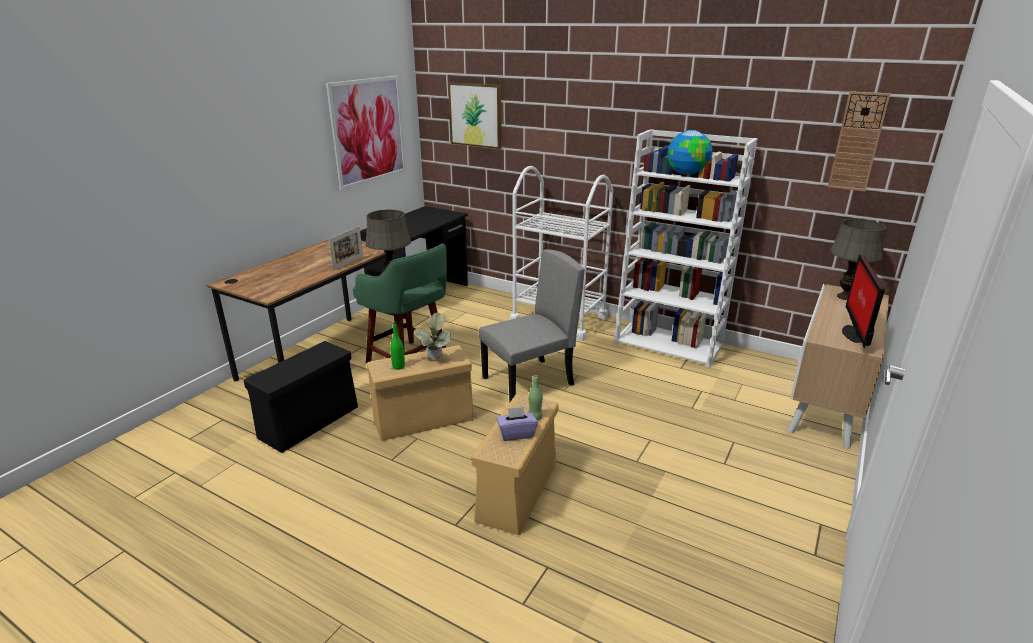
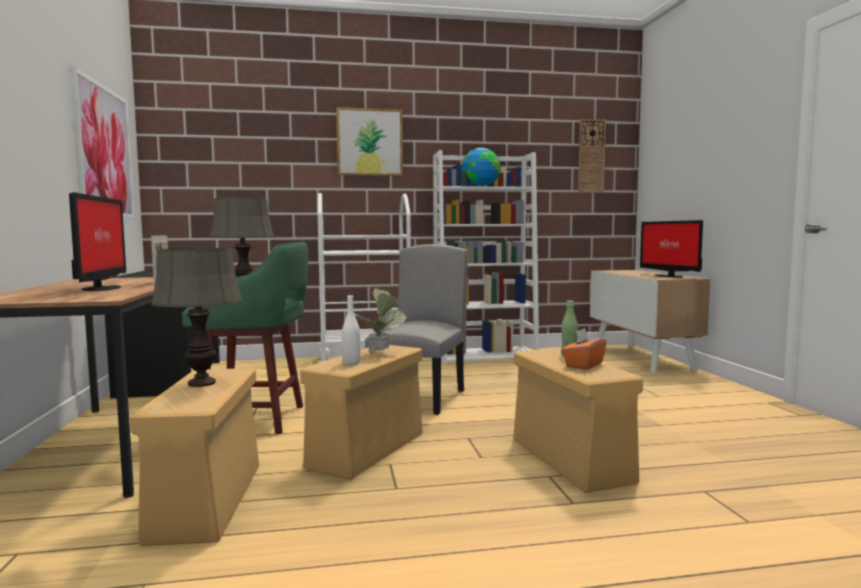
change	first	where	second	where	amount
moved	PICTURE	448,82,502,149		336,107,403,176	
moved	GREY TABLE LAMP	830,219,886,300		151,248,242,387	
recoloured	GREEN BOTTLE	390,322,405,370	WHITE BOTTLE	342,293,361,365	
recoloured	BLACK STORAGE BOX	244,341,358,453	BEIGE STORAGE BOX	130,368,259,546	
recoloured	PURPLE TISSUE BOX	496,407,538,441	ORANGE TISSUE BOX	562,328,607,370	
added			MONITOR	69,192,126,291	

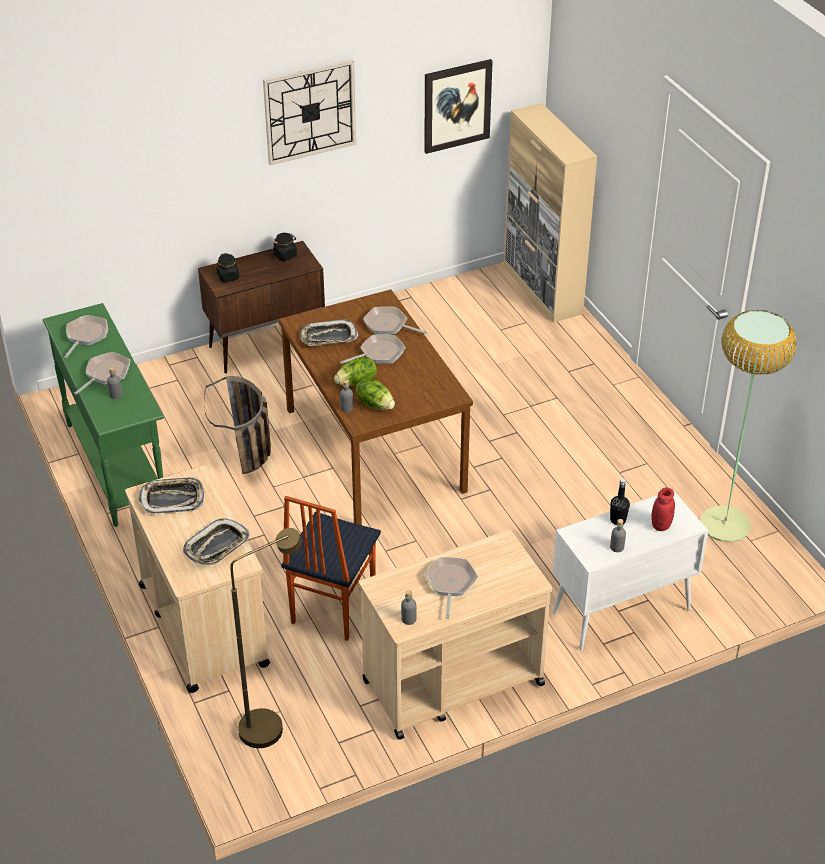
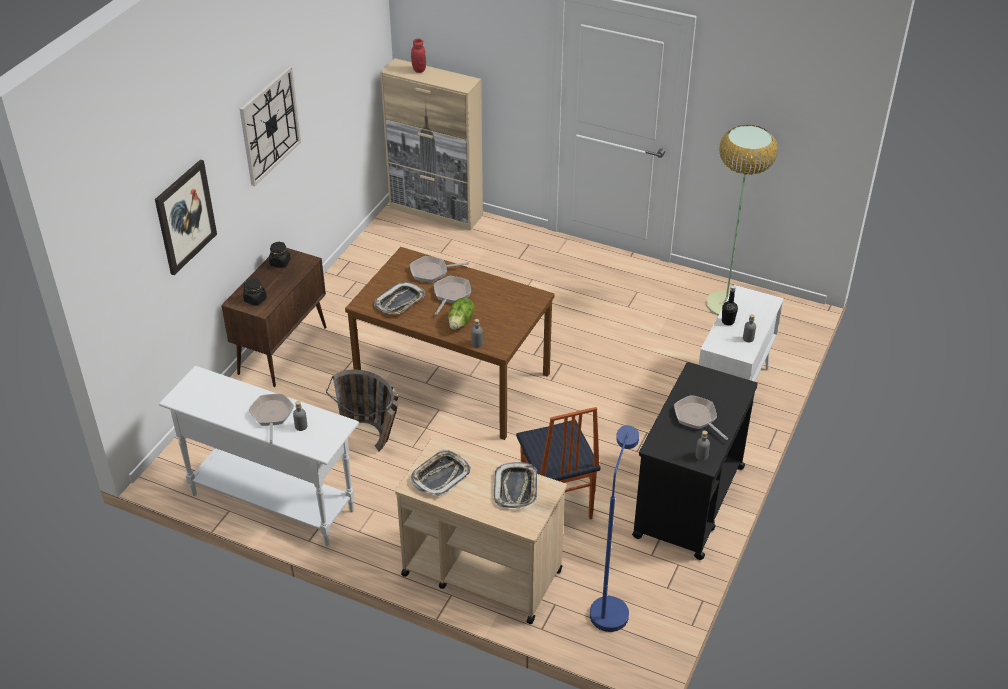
change	first	where	second	where	amount
moved	PICTURE	424,59,493,154		155,159,217,275	
recoloured	GREEN CONSOLE TABLE	43,303,164,527	WHITE CONSOLE TABLE	159,366,359,546	
removed	FRYING PAN	64,315,108,358			
removed	LETTUCE	355,378,395,410			
moved	RED JAR	651,487,675,531		411,39,426,73	
recoloured	BROWN FLOOR LAMP	230,528,302,748	BLUE FLOOR LAMP	590,425,639,632	
recoloured	BEIGE CART	359,530,552,740	BLACK CART	632,362,758,560	

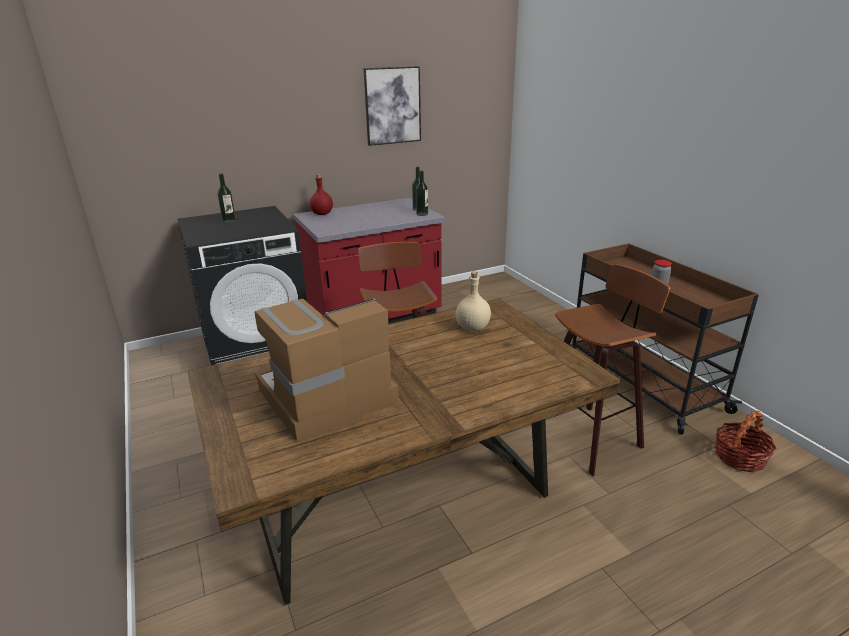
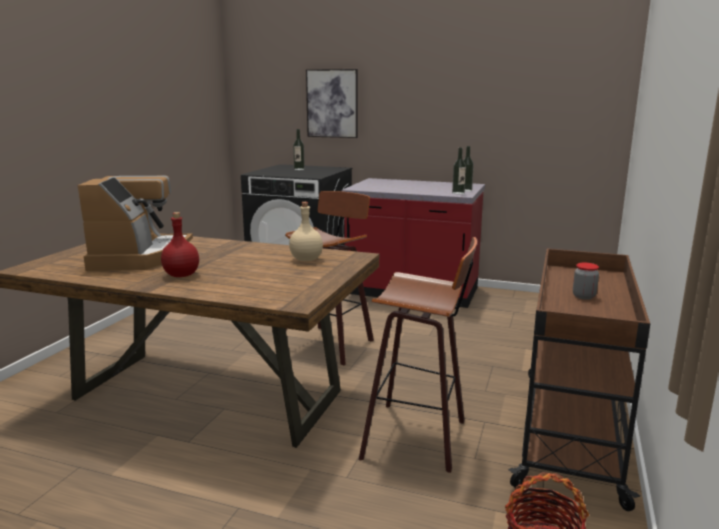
change	first	where	second	where	amount
moved	PICTURE	363,66,421,146		306,69,358,138	
moved	RED BOTTLE	310,174,333,215		161,212,199,277	
turned	COFFEE MACHINE	255,298,399,441		78,176,193,271	75 degrees clockwise

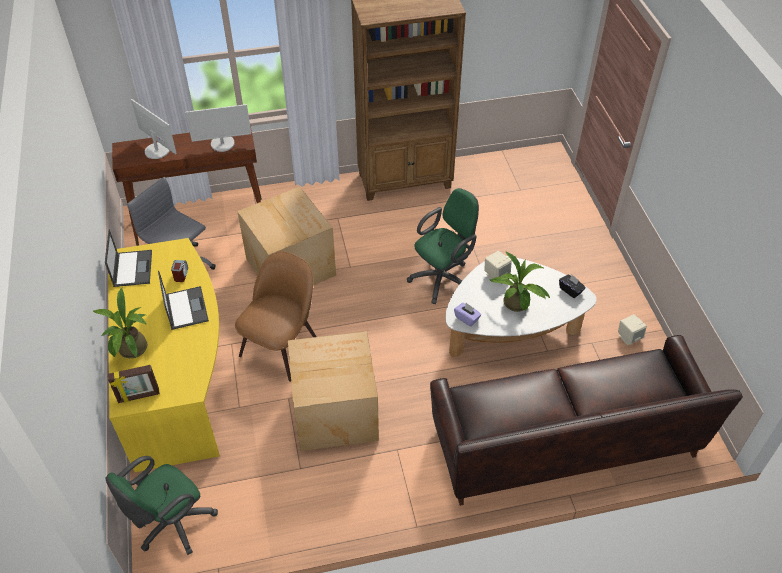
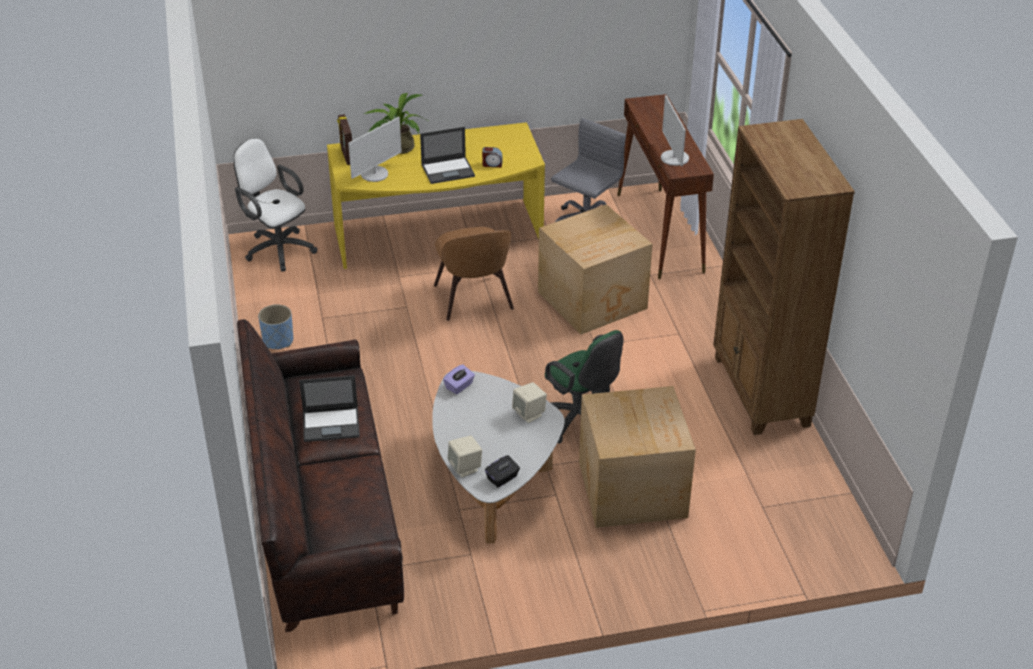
change	first	where	second	where	amount
moved	MONITOR	131,99,177,159		348,117,402,182	
moved	LAPTOP	105,229,152,287		299,375,360,442	
turned	BROWN CHAIR	235,251,317,382		434,227,514,320	45 degrees clockwise
removed	POTTED PLANT	490,251,550,312			
moved	BEIGE SPEAKER	618,314,647,345		448,436,482,478	
moved	CARDBOARD BOX	288,331,379,451		579,386,696,528	
recoloured	GREEN OFFICE CHAIR	105,456,218,555	WHITE OFFICE CHAIR	234,138,317,272	
added			BLUE PLANTER	258,304,293,349	

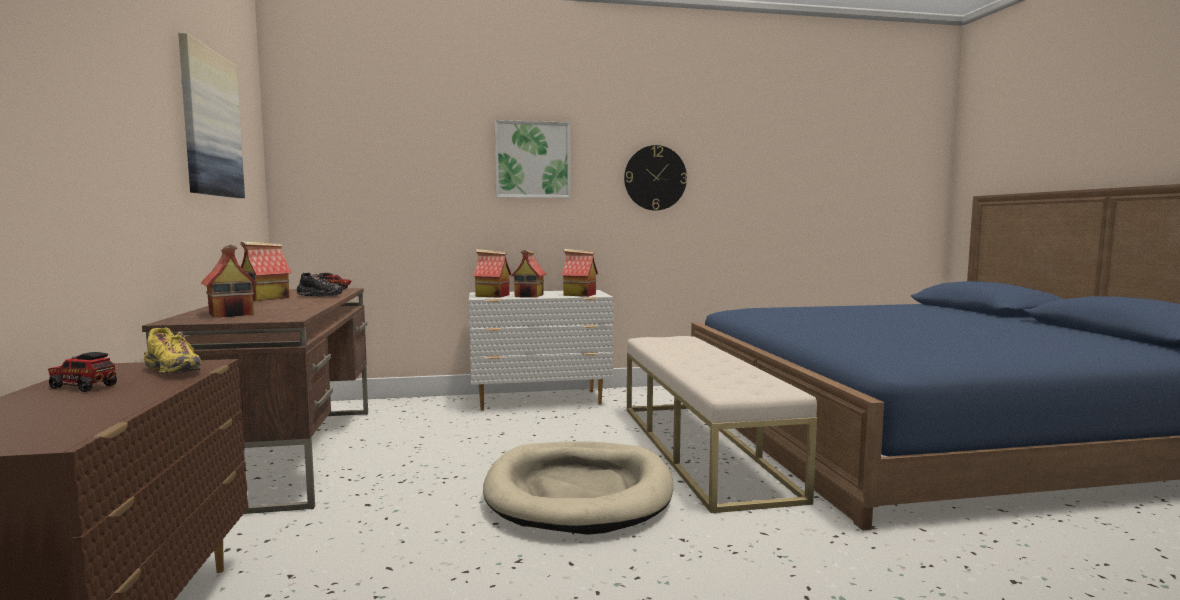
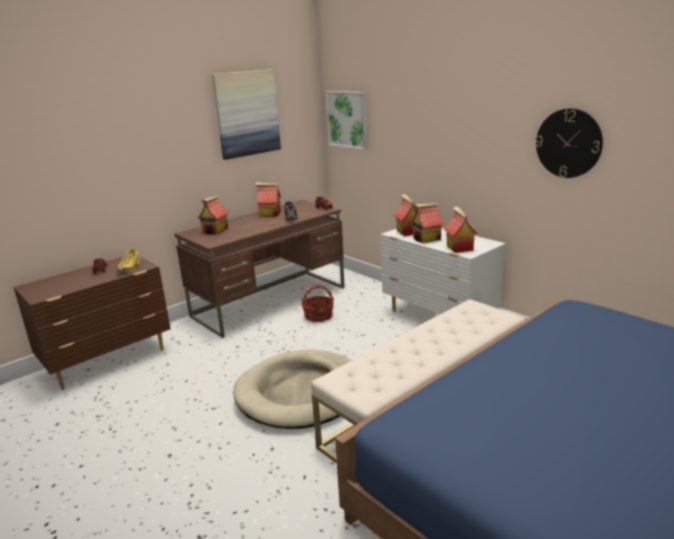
change	first	where	second	where	amount
moved	PICTURE	495,120,571,198		326,91,368,150	
added			BASKET	301,285,334,322	

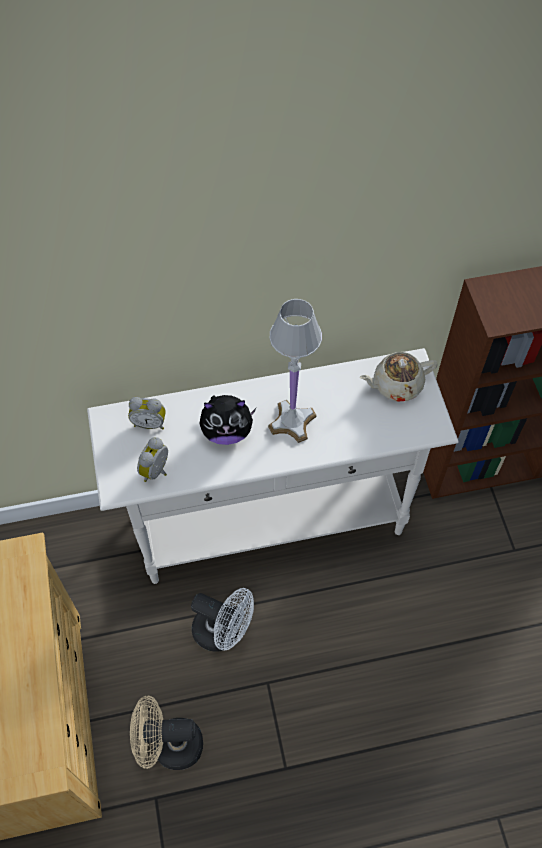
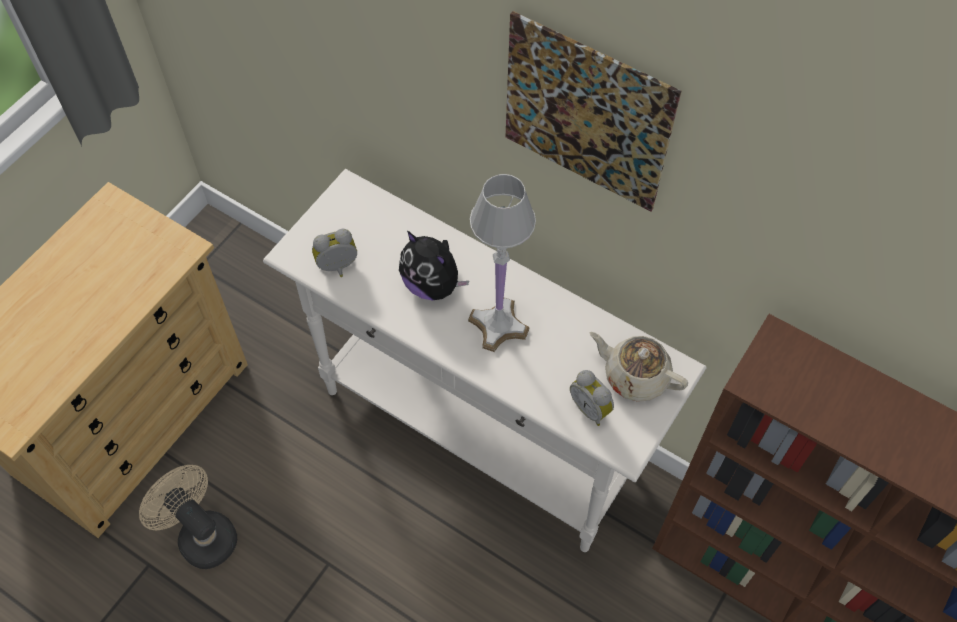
change	first	where	second	where	amount
moved	ALARM CLOCK	128,397,166,430		570,370,614,426	
removed	WHITE FAN	191,588,254,652			
added			PICTURE	505,11,681,211	

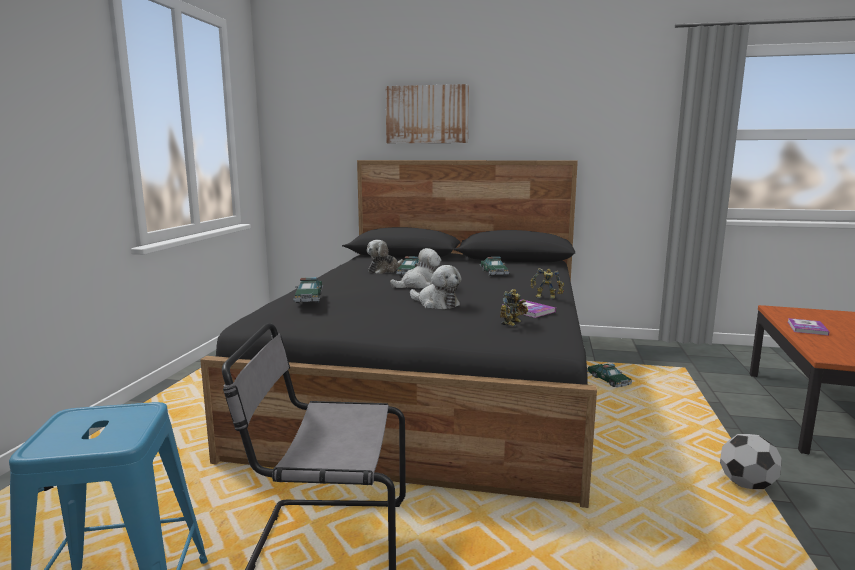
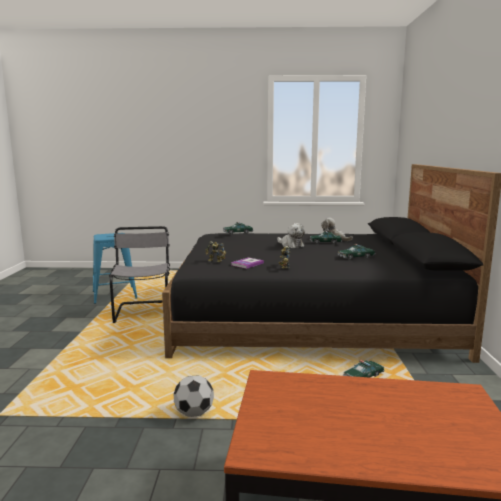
change	first	where	second	where	amount
removed	PICTURE	386,84,469,143			
removed	PLUSH TOY	410,265,462,309			
removed	BOOK	788,318,829,336			

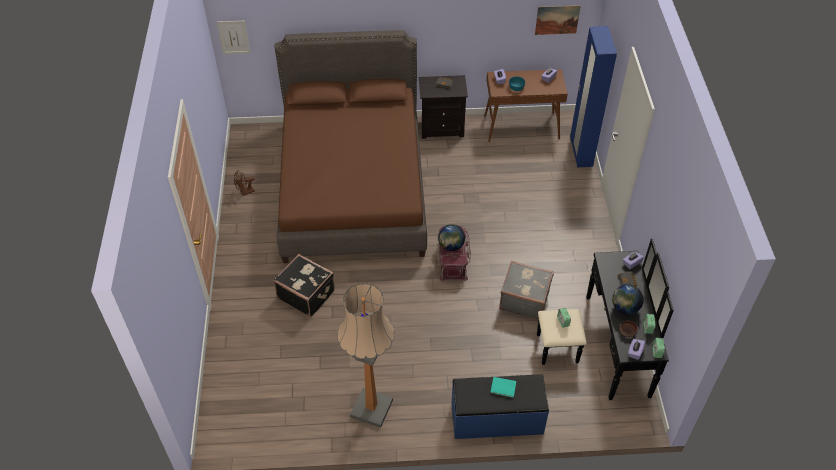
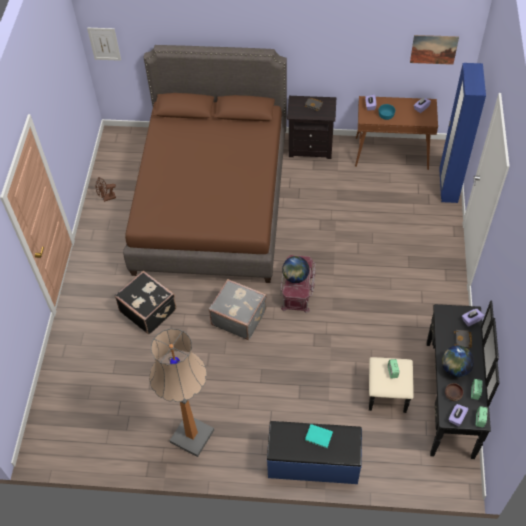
change	first	where	second	where	amount
moved	GREY SUITCASE	499,261,554,319		209,279,267,340	

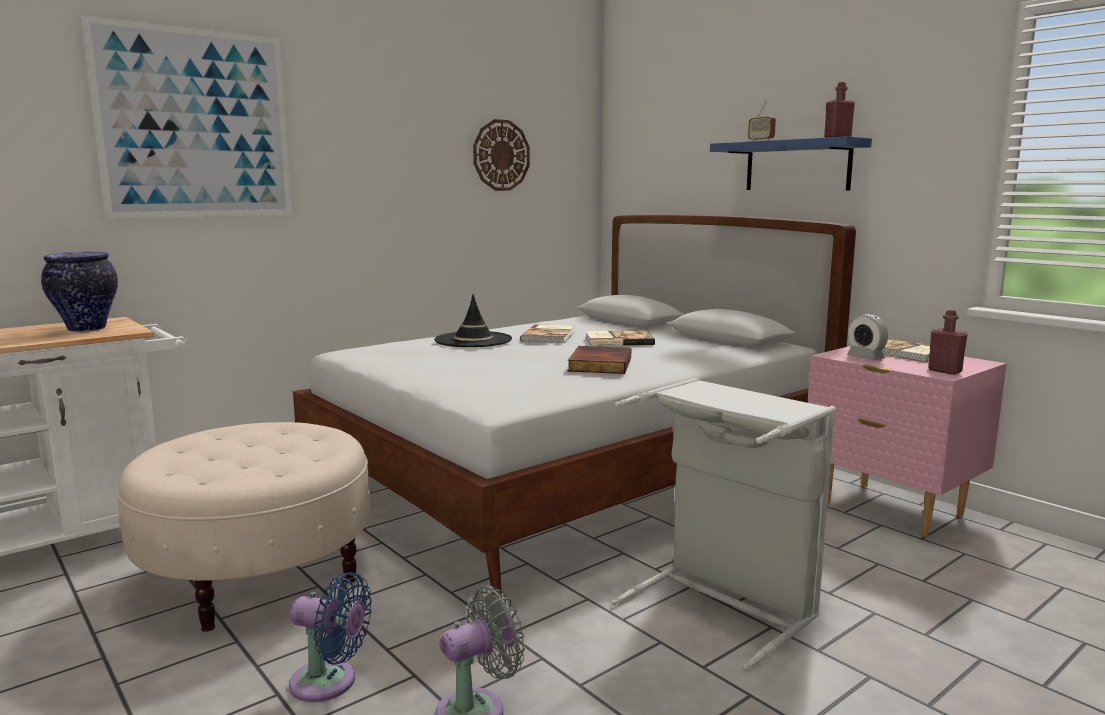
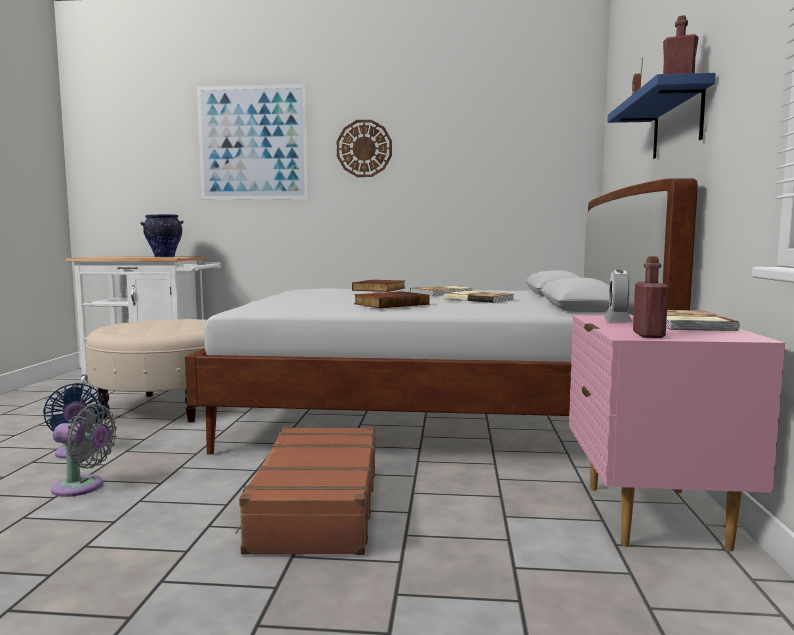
change	first	where	second	where	amount
moved	WALL CLOCK	473,119,530,191		337,120,392,177	
replaced	BLACK HAT	434,294,512,347	BOOK	352,280,405,292	
replaced	GREY LAUNDRY BASKET	611,378,836,671	BROWN SUITCASE	236,427,376,555	

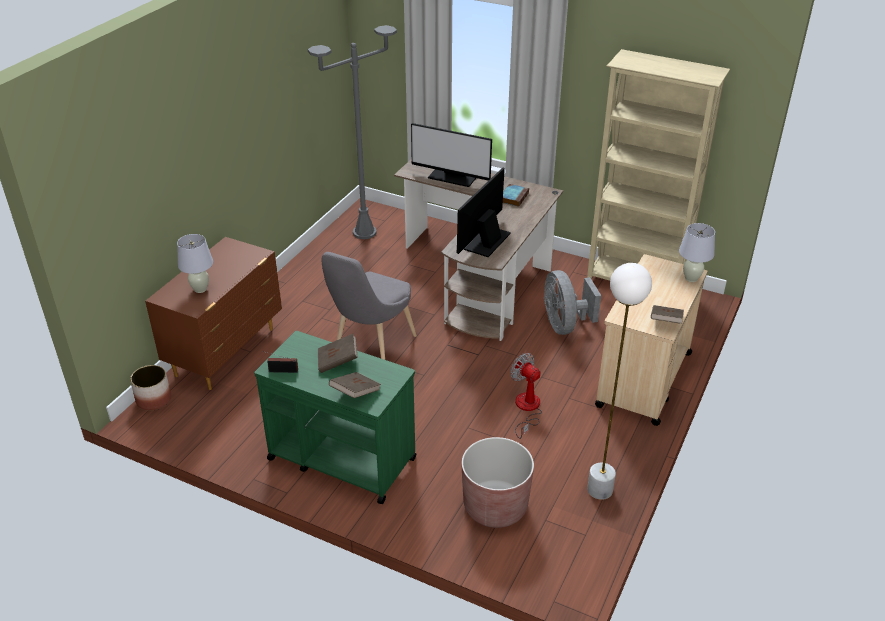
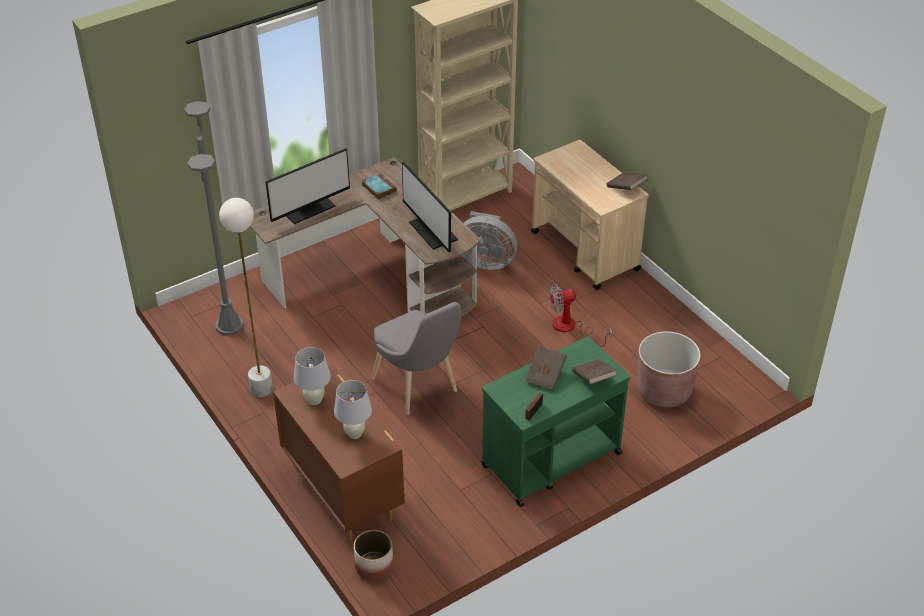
change	first	where	second	where	amount
moved	WHITE TABLE LAMP	679,223,715,282		294,347,331,405	
moved	WHITE FLOOR LAMP	587,263,652,500		219,198,273,397	

